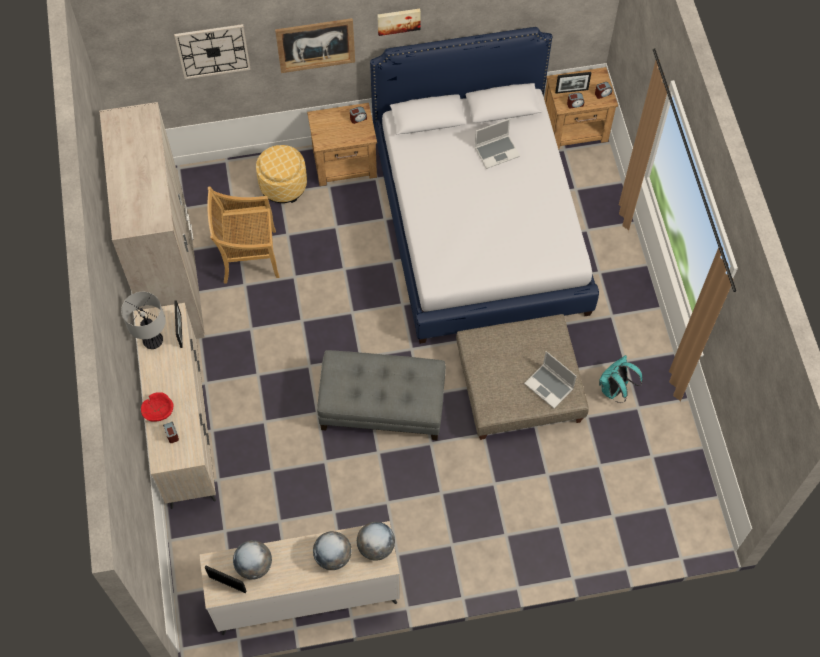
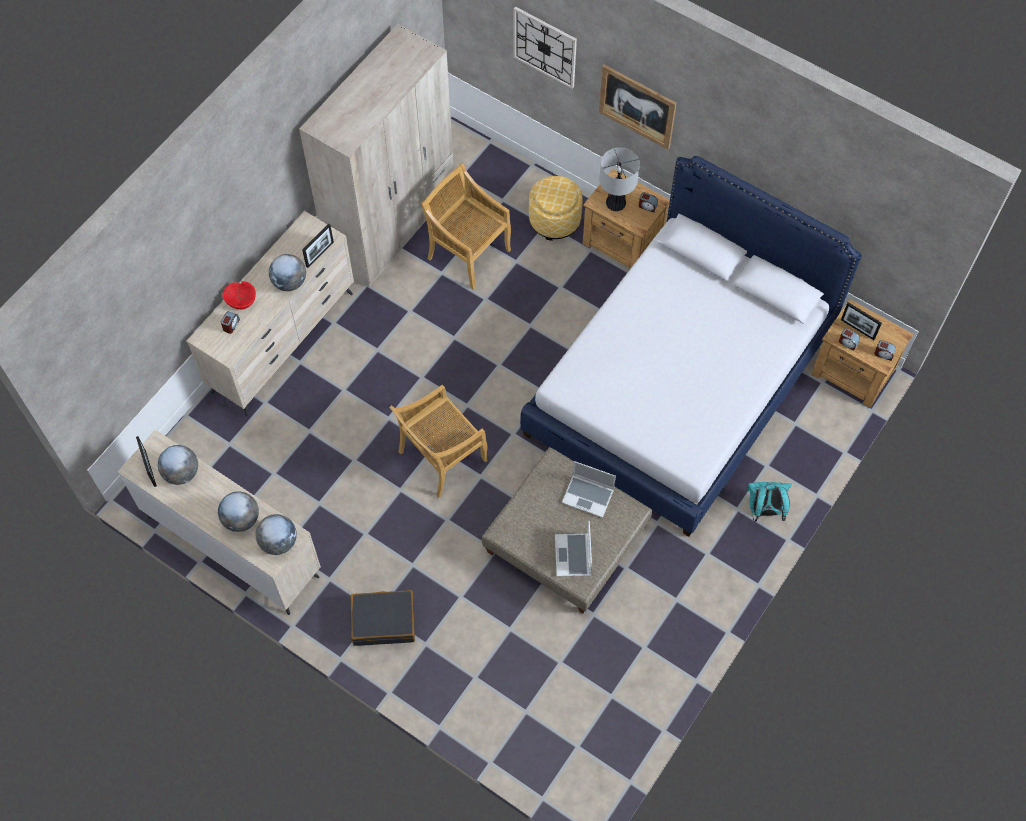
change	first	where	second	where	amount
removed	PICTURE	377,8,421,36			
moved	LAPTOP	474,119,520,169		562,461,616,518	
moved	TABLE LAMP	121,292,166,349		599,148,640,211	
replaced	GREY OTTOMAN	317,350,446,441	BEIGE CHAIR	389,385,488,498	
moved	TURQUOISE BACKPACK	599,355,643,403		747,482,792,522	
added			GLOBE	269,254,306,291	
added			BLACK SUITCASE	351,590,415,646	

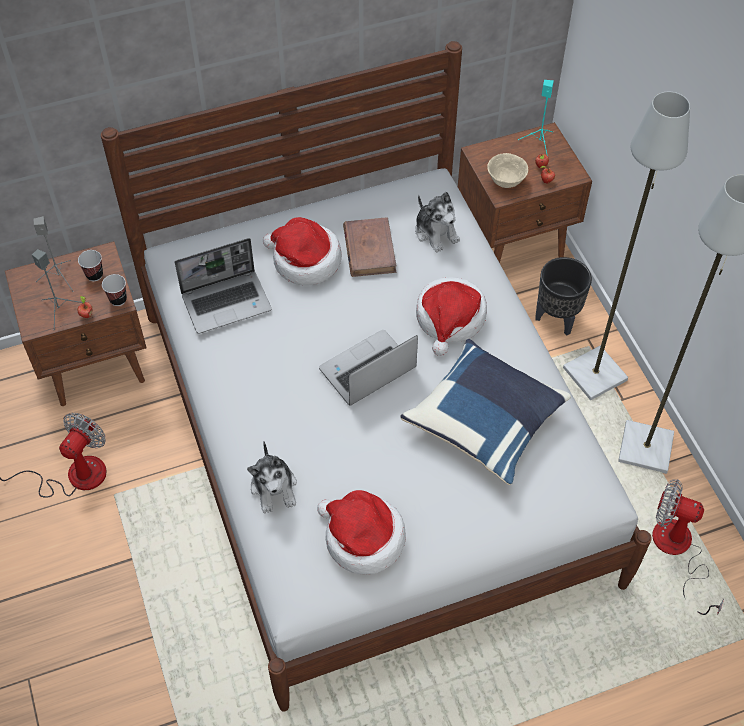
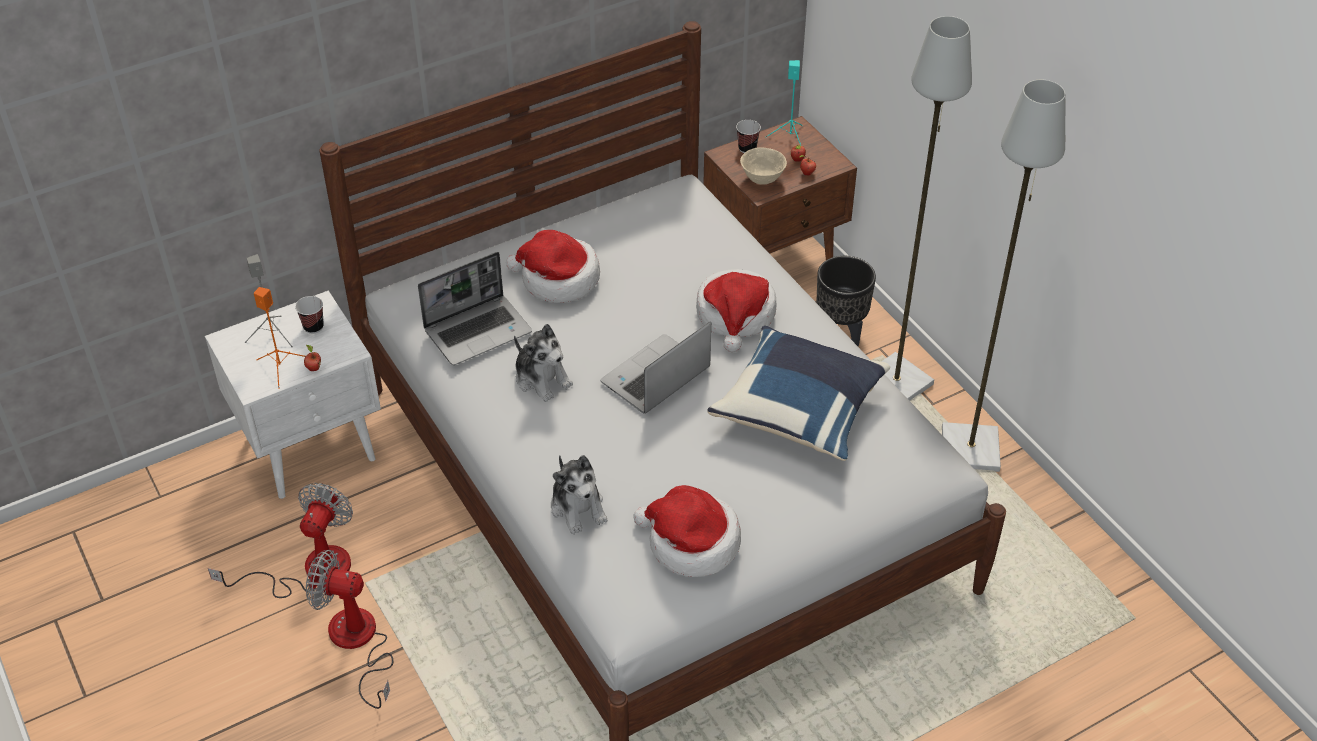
change	first	where	second	where	amount
moved	PLUSH TOY	415,192,460,252		514,324,573,402	
removed	BROWN BOOK	343,217,397,277			
recoloured	BROWN NIGHTSTAND	5,241,147,406	WHITE NIGHTSTAND	205,291,381,499	
recoloured	GREY SPEAKER	32,249,83,330	ORANGE SPEAKER	254,287,306,389	
moved	CUP	102,274,127,306		736,120,761,153	
moved	FAN	652,479,724,615		306,550,393,709	

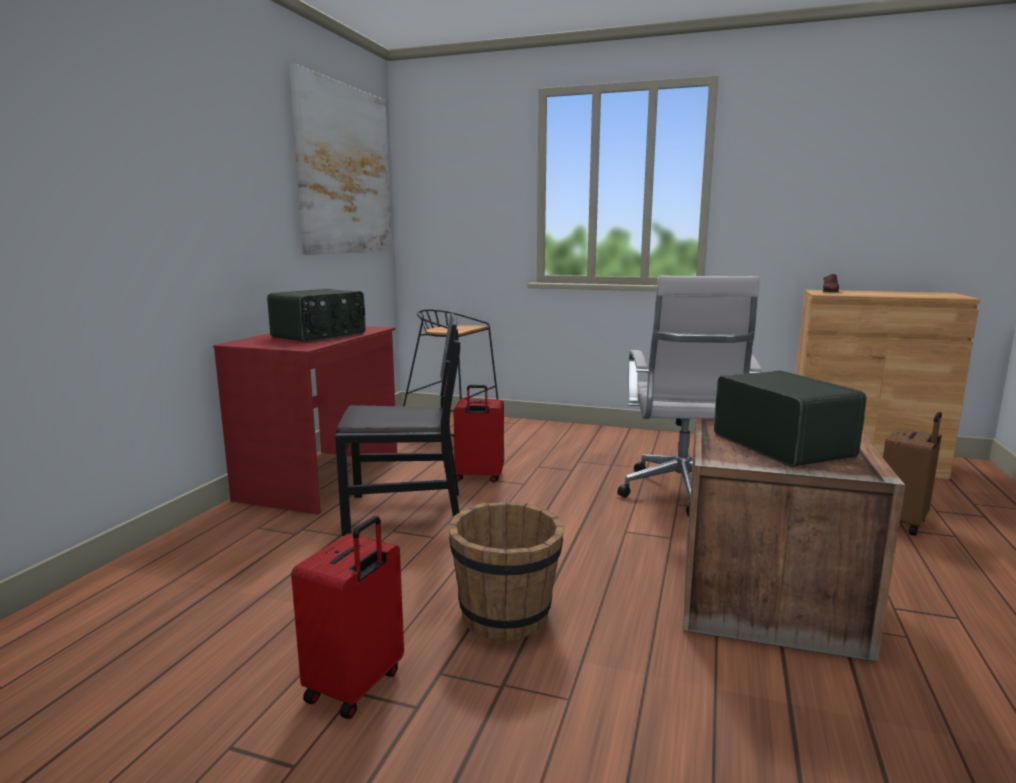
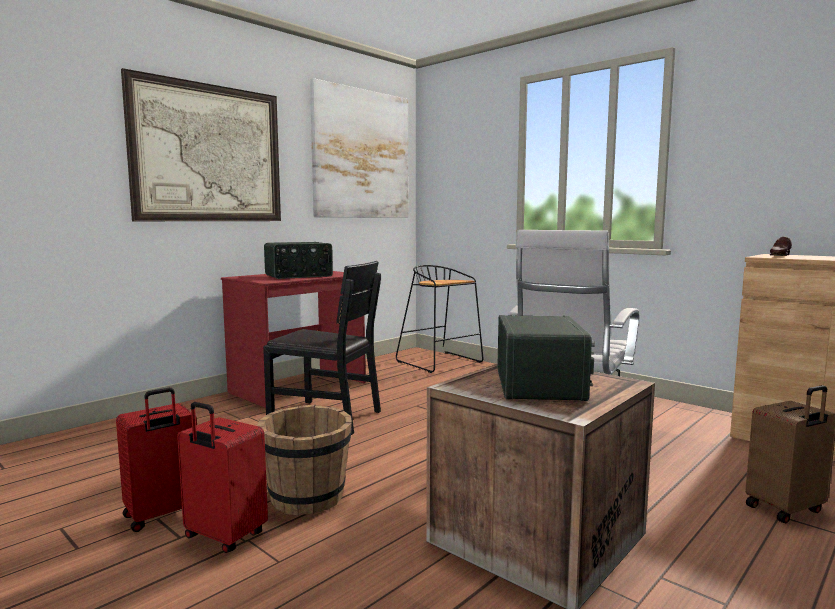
change	first	where	second	where	amount
moved	RED SUITCASE	453,385,504,482		177,402,268,553	
added			PICTURE	121,68,281,221	

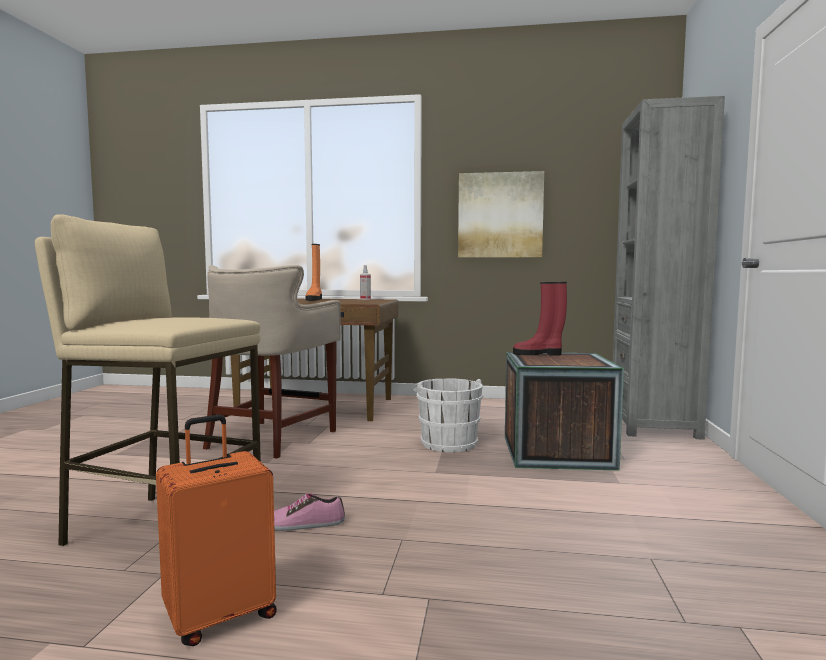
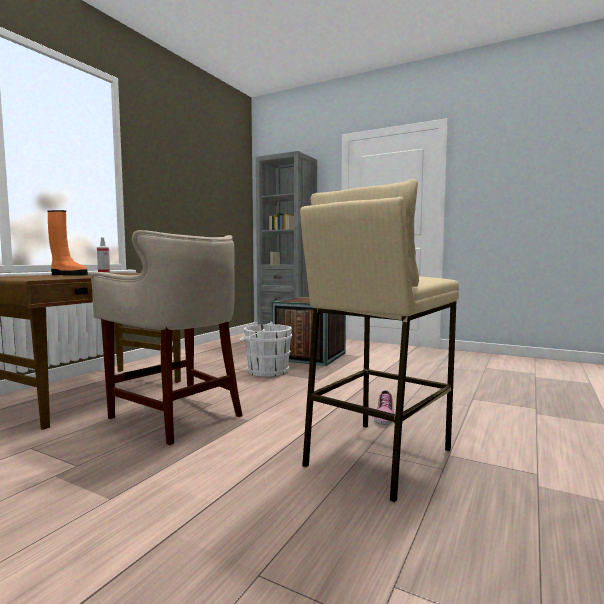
change	first	where	second	where	amount
removed	PICTURE	458,171,544,258			
removed	RED BOOT	513,282,567,356			
removed	ORANGE SUITCASE	156,415,277,646			

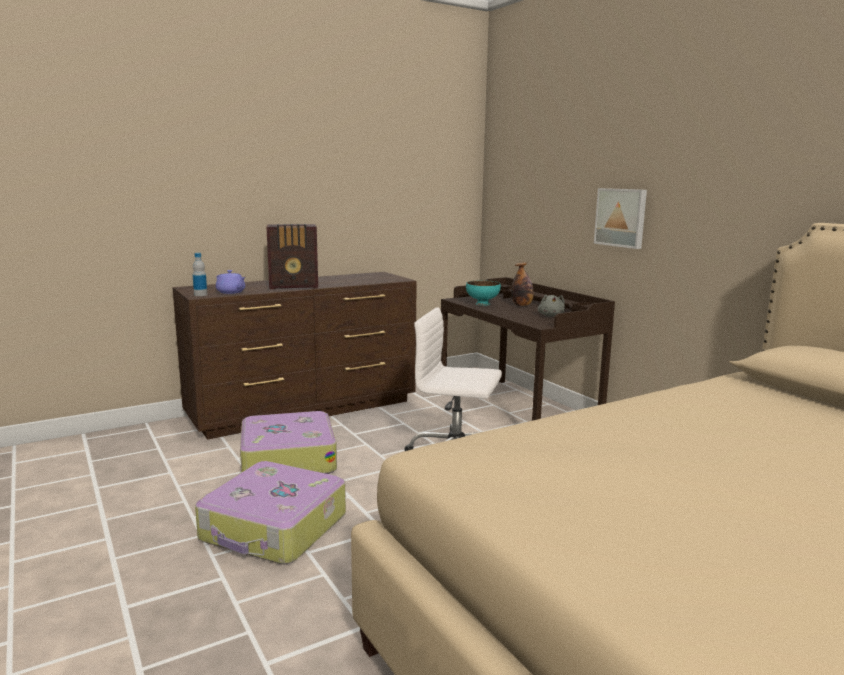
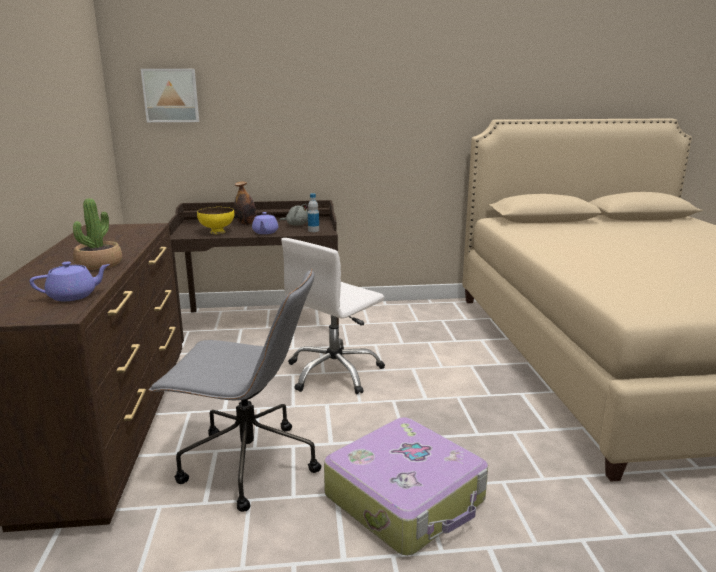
change	first	where	second	where	amount
moved	PICTURE	594,188,647,249		141,69,199,122	
replaced	RADIO	266,224,318,289	POTTED PLANT	73,198,122,270	
moved	BOTTLE	193,253,207,296		308,193,319,232	
recoloured	TURQUOISE BOWL	466,280,501,306	YELLOW BOWL	197,207,235,234	
replaced	SUITCASE	240,411,337,474	GREY OFFICE CHAIR	149,269,321,512	
added			PURPLE TEAPOT	252,212,278,234	

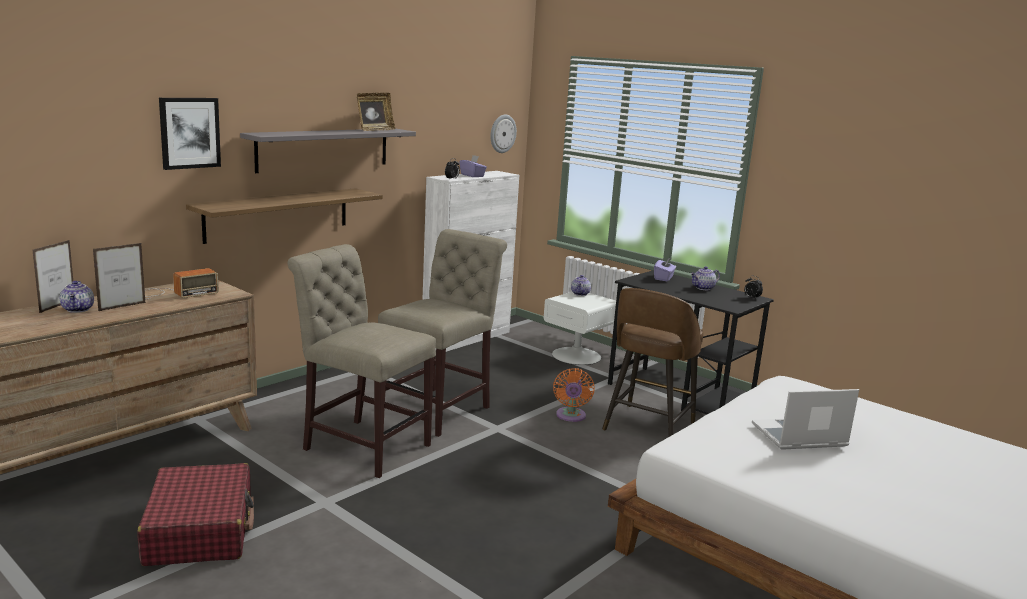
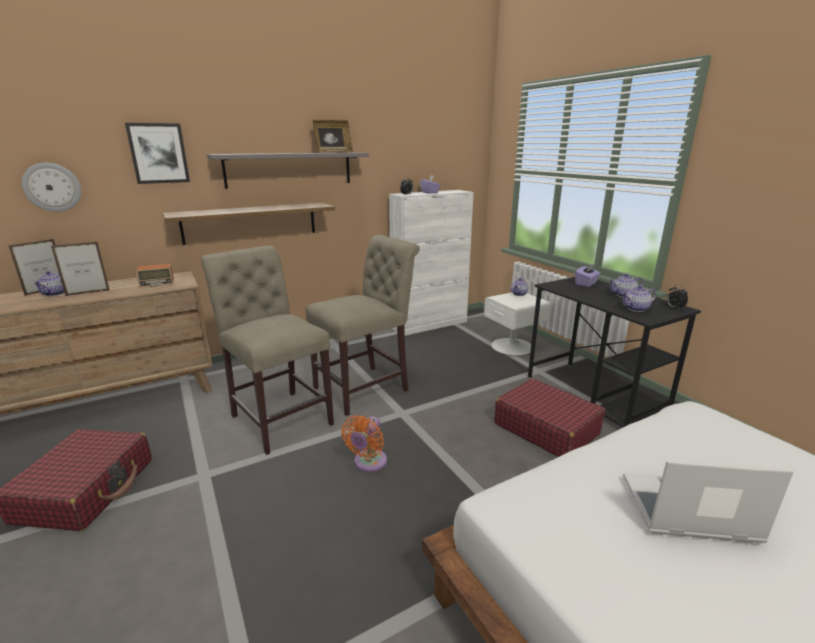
change	first	where	second	where	amount
moved	WALL CLOCK	490,115,517,153		22,163,81,212	
replaced	BROWN STOOL	602,288,703,437	RED SUITCASE	494,379,605,457	
moved	ORANGE FAN	553,368,594,422		341,415,387,472	
added			TEAPOT	621,285,656,312	

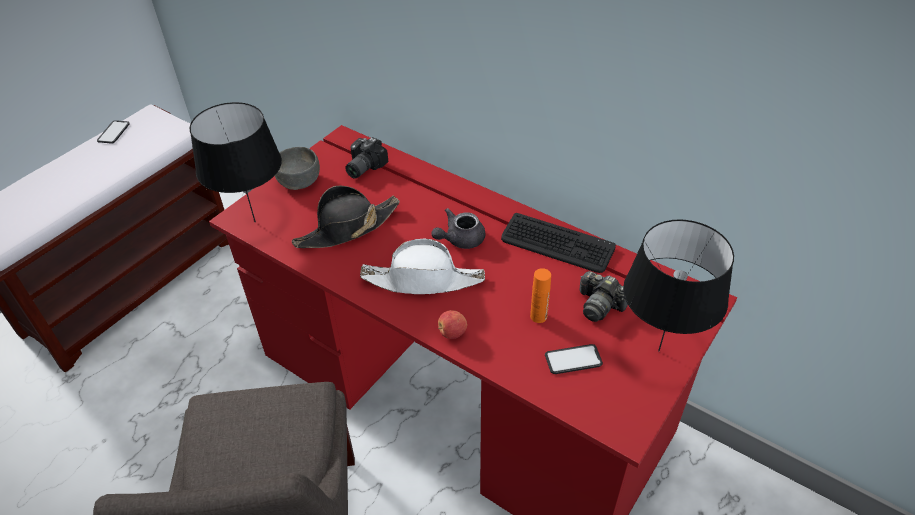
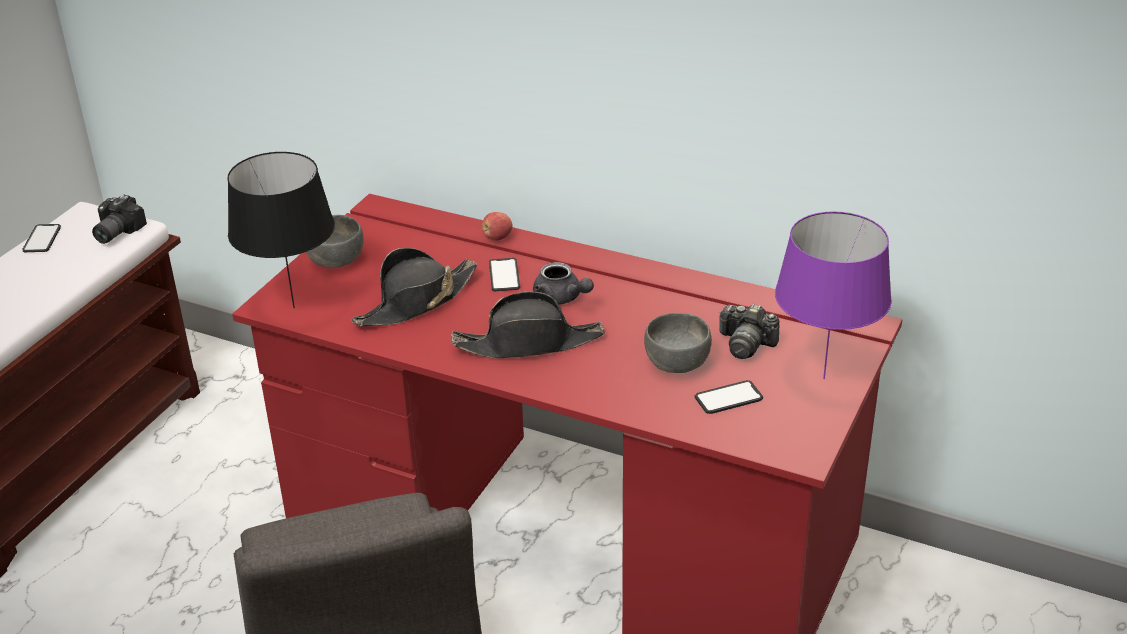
change	first	where	second	where	amount
moved	PHOTO CAMERA	345,137,388,179		92,195,147,244	
turned	GREY TEAPOT	431,208,485,249		533,262,594,305	90 degrees counterclockwise
removed	KEYBOARD	501,213,616,273			
recoloured	BLACK TABLE LAMP	623,219,734,351	PURPLE TABLE LAMP	775,211,892,379	
recoloured	WHITE HAT	360,239,485,294	BLACK HAT	451,292,605,359	
replaced	ORANGE BOTTLE	530,268,551,323	GREY BOWL	644,313,712,373	
moved	APPLE	438,310,467,339		482,212,513,241	
added			PHONE	489,258,520,291	

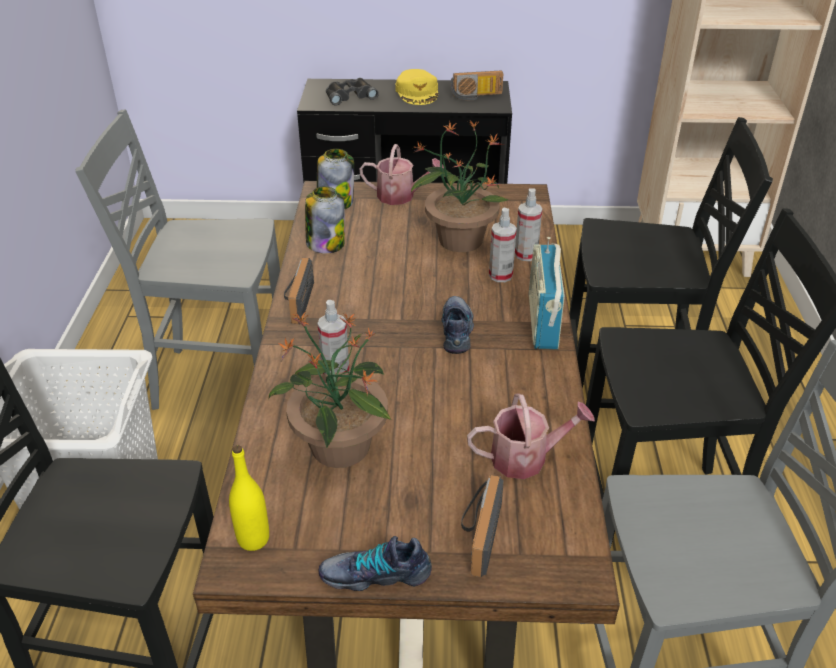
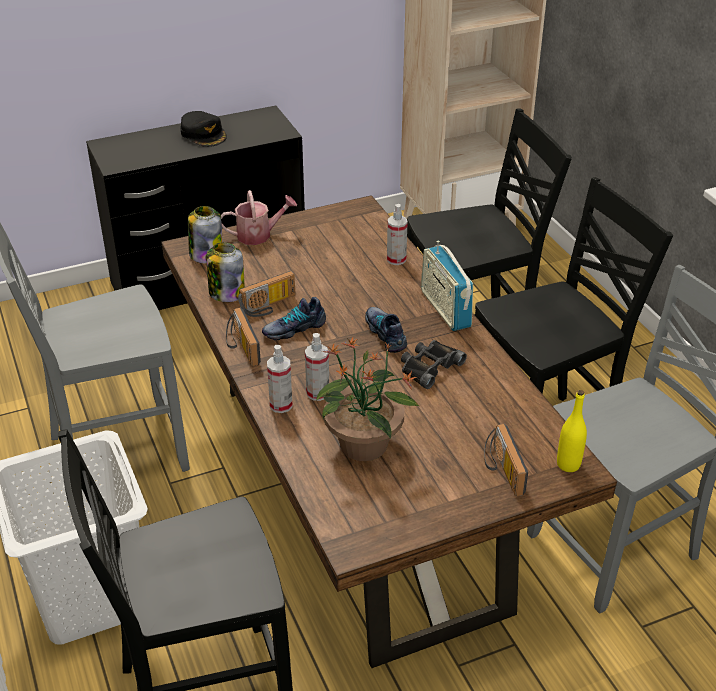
change	first	where	second	where	amount
recoloured	YELLOW CAP	395,69,438,105	BLACK CAP	181,111,227,147	
moved	RADIO	450,71,503,100		238,271,295,317	
moved	BLACK BINOCULARS	326,78,379,106		401,340,467,389	
removed	POTTED PLANT	411,120,509,252			
moved	SPRAY BOTTLE	489,208,517,282		267,345,293,413	
removed	WATERING CAN	467,393,595,479			
moved	YELLOW BOTTLE	229,445,269,551		557,390,587,472	
moved	SHOE	319,536,432,591		262,297,326,340	

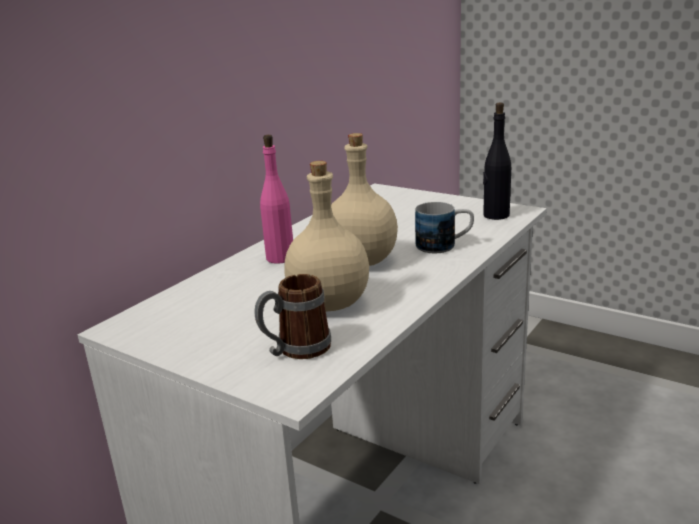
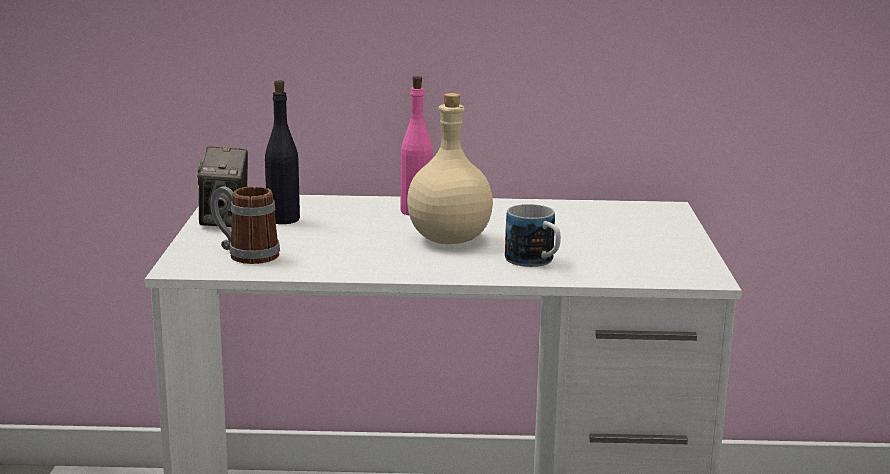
change	first	where	second	where	amount
moved	BLACK BOTTLE	483,102,511,220		265,80,300,224	
removed	BEIGE BOTTLE	285,161,369,312			
added			PHOTO CAMERA	197,146,248,227	

